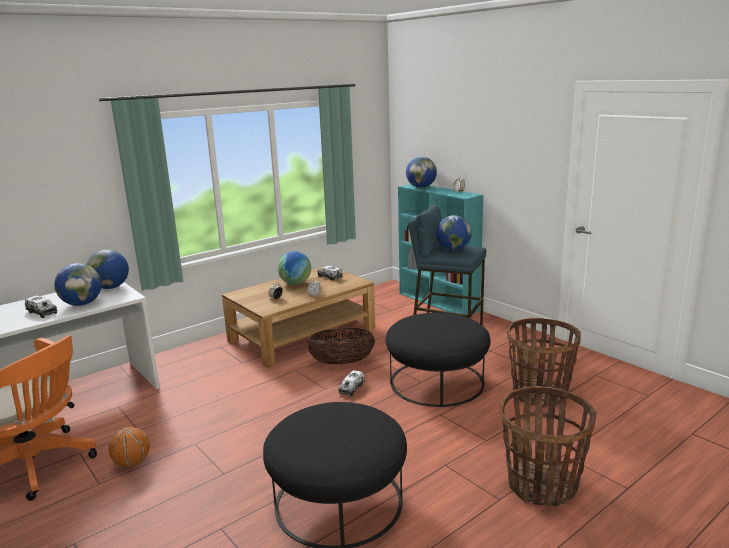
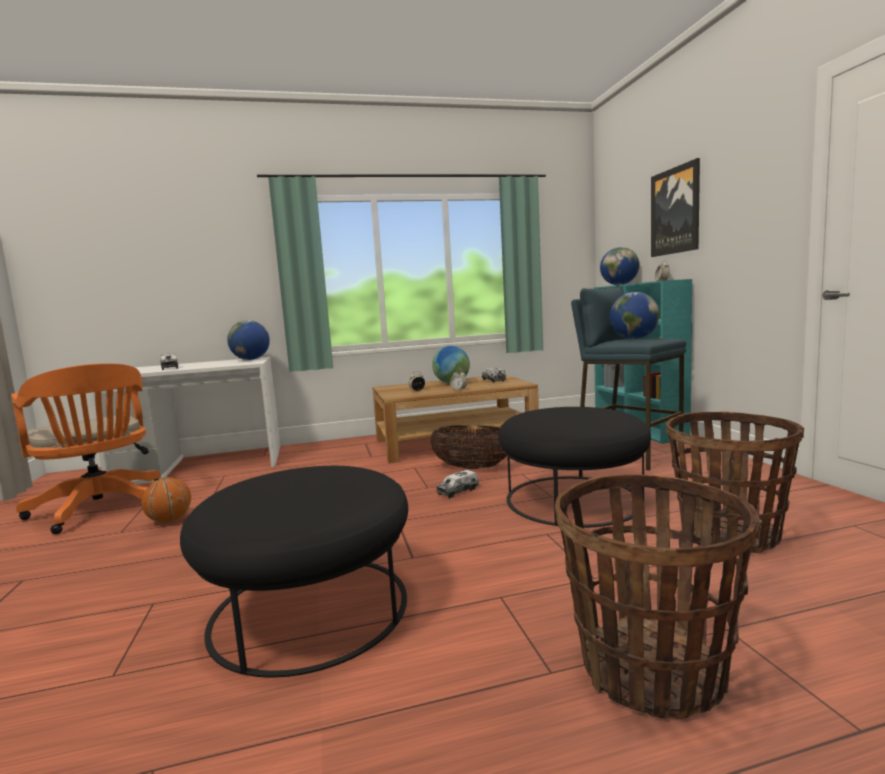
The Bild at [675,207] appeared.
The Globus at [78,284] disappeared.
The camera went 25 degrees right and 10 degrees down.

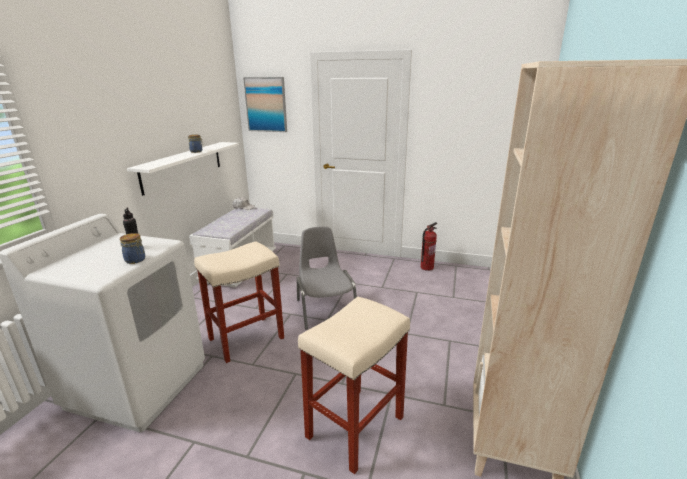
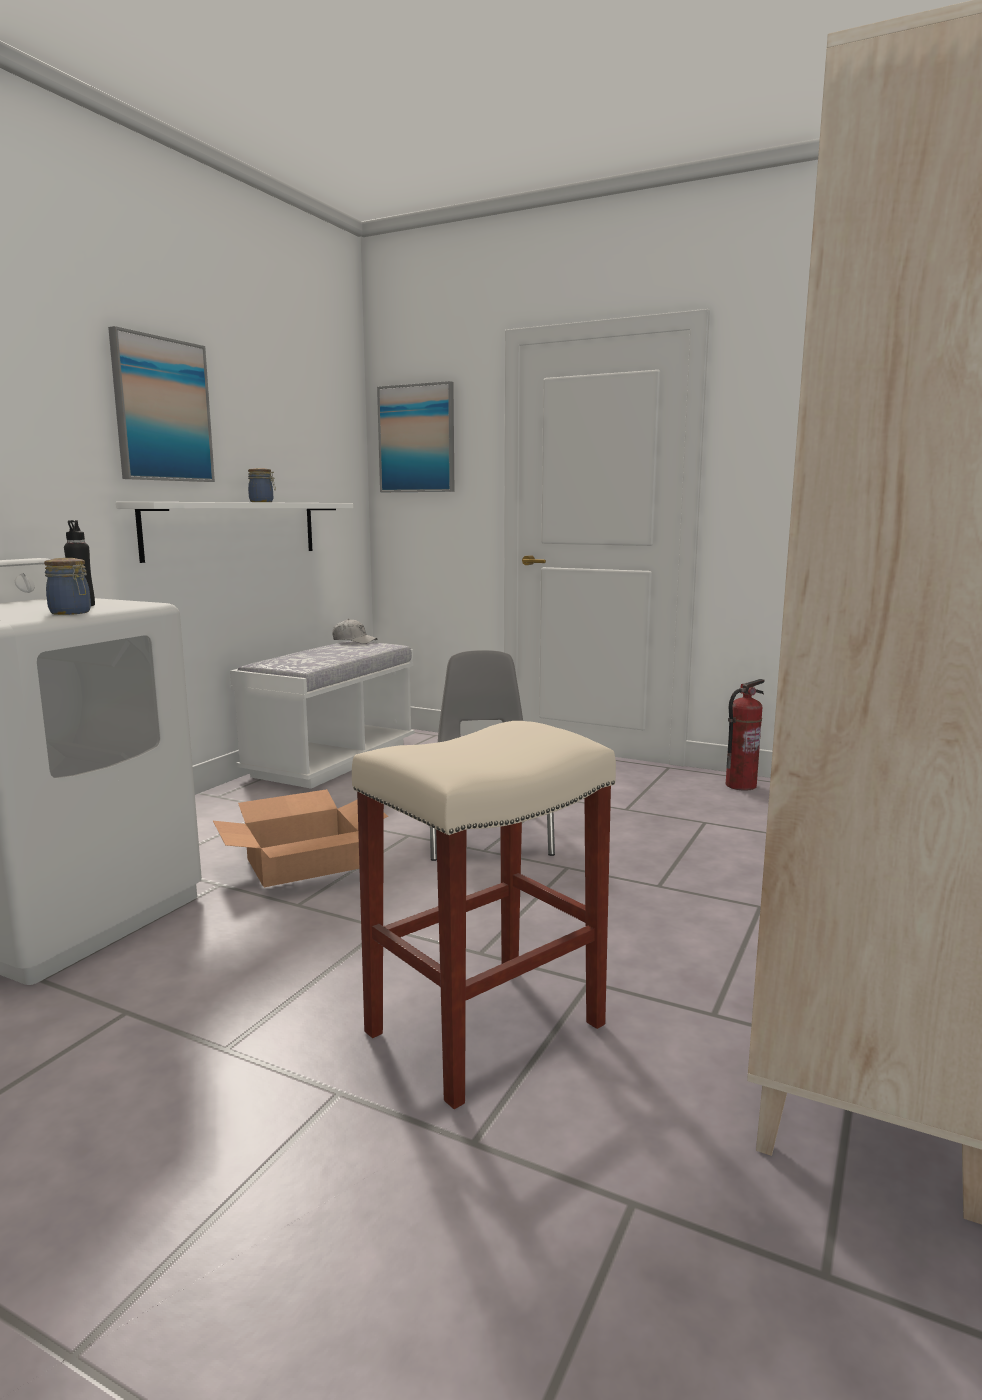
The Bild at [161,404] appeared.
The Hocker (beige) at [239,302] was replaced by the Karton at [300,838].
The camera went 10 degrees right and 10 degrees down.

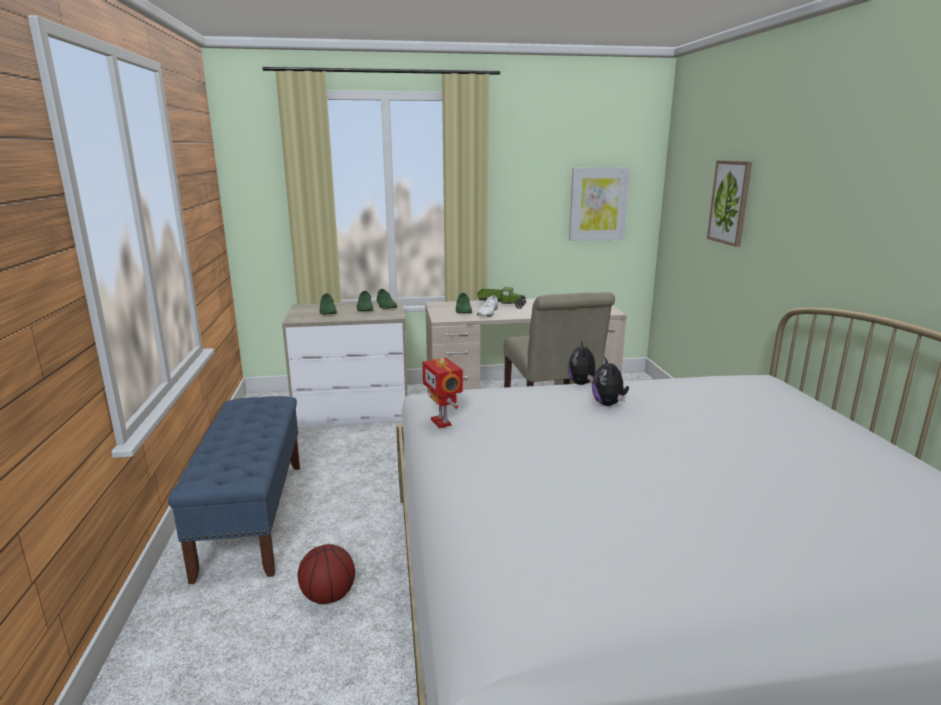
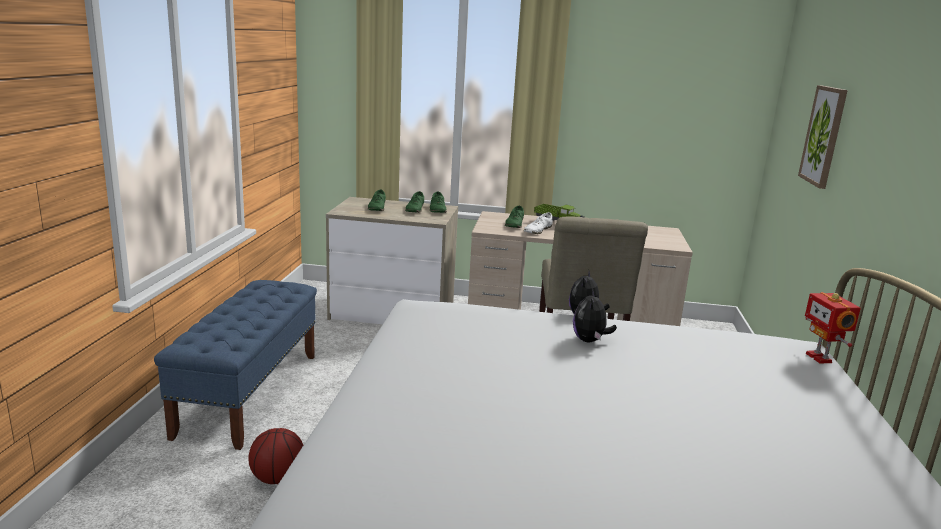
The Spielzeugroboter moved from [442,393] to [833,328].
The Bild at [599,204] disappeared.
The camera went 15 degrees right and 0 degrees up.

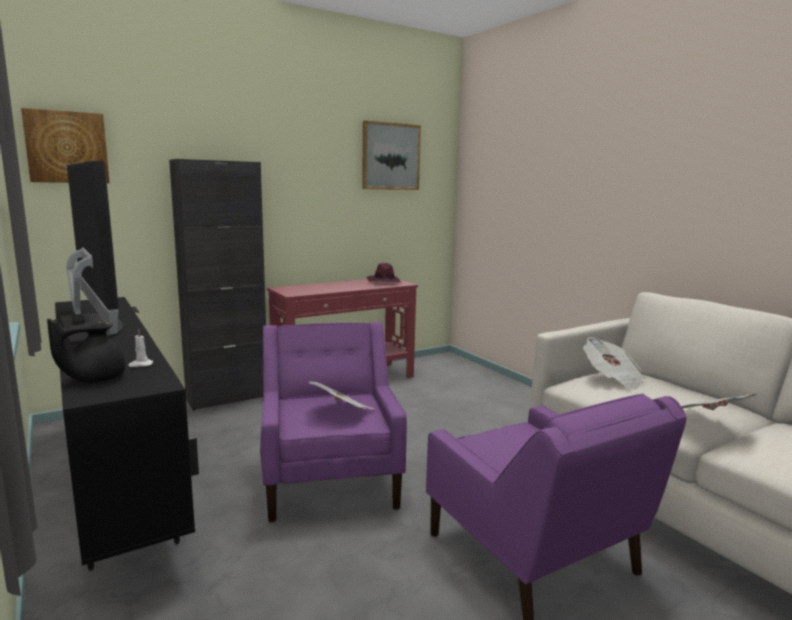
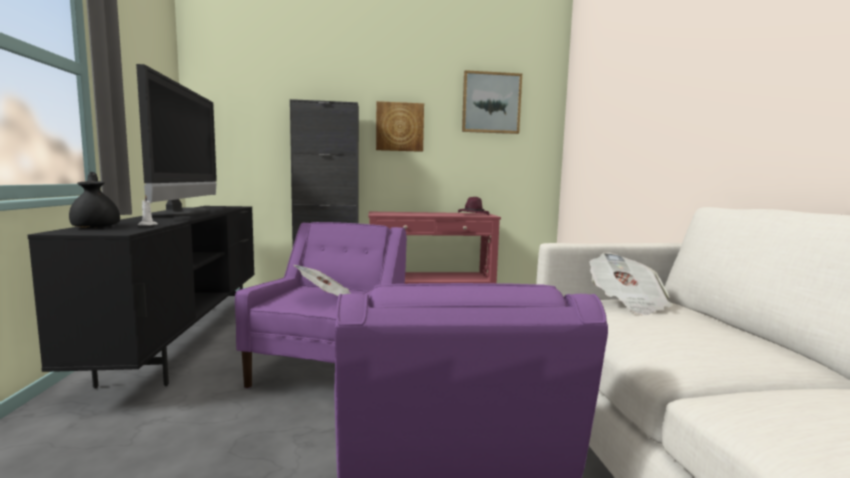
The Teekanne (schwarz) at [86,351] turned 75 degrees clockwise.
The Bild moved from [65,145] to [400,126].
The Zeitung at [718,402] disappeared.
The camera went 25 degrees right and 5 degrees down.

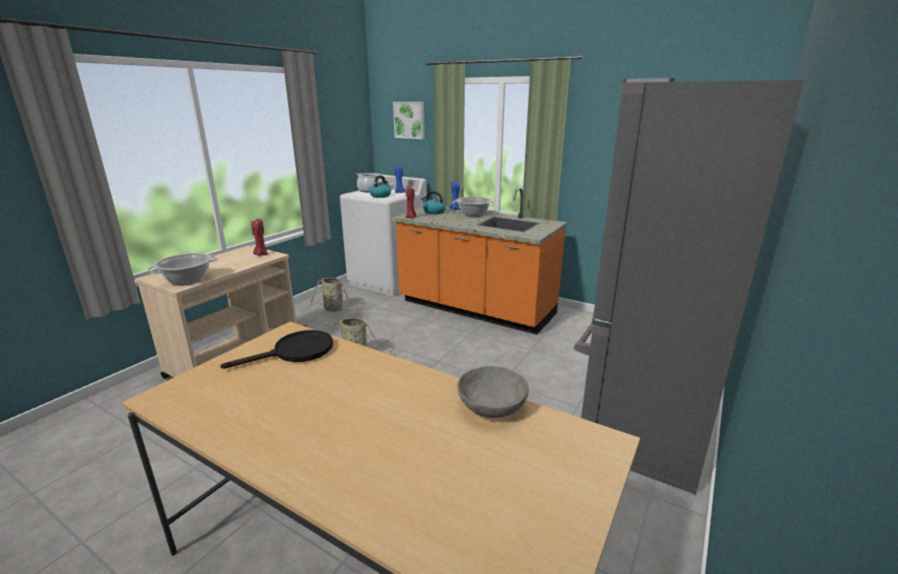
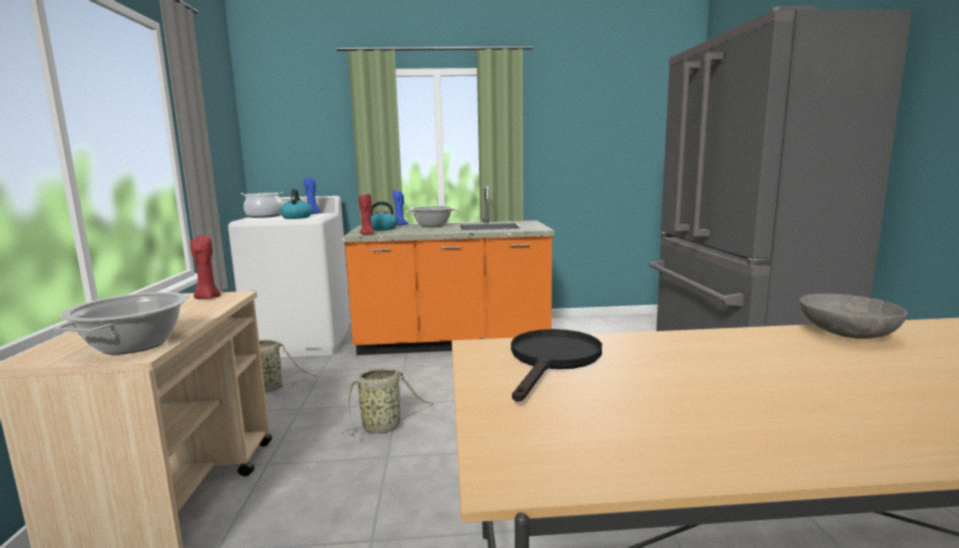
The Bild at [409,120] disappeared.
The camera went 35 degrees left and 10 degrees down.

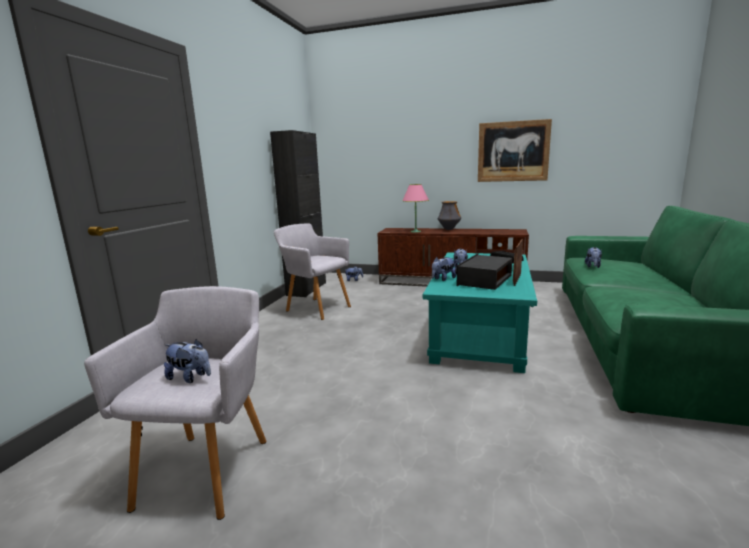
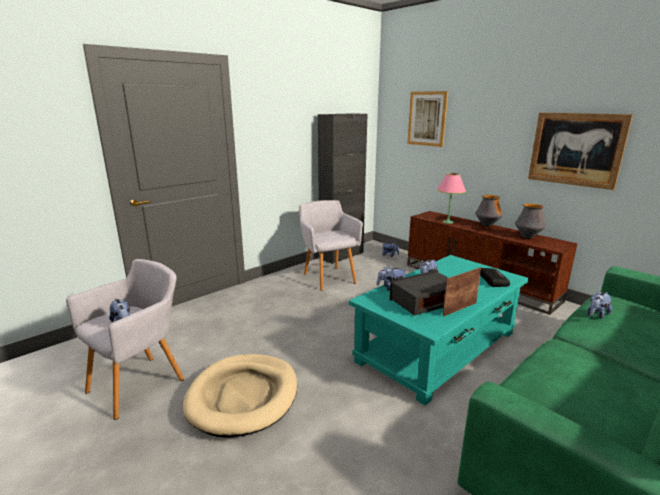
The Hundebett (beige) at [240,396] appeared.
The Bild at [427,119] appeared.
The Vase at [530,220] appeared.
The camera went 30 degrees right and 5 degrees up.

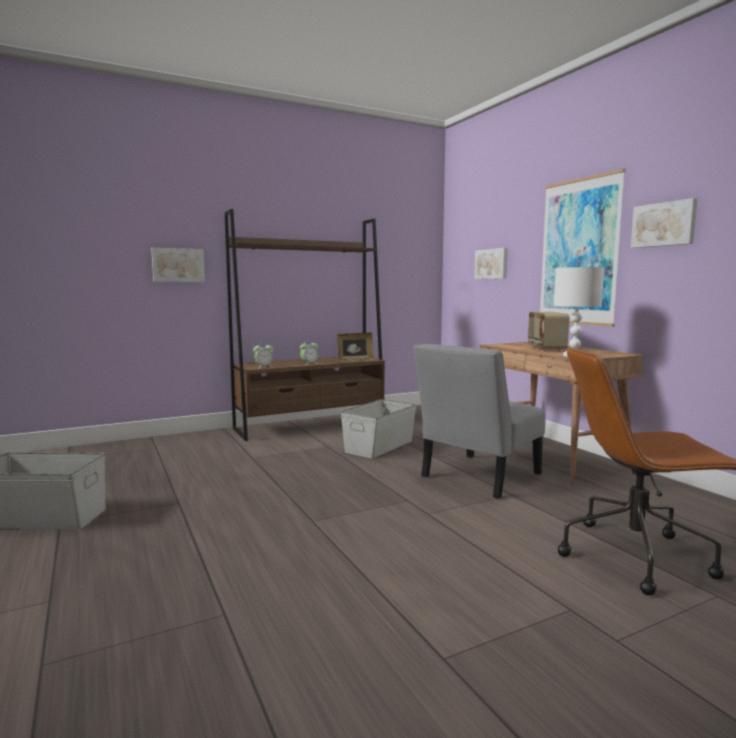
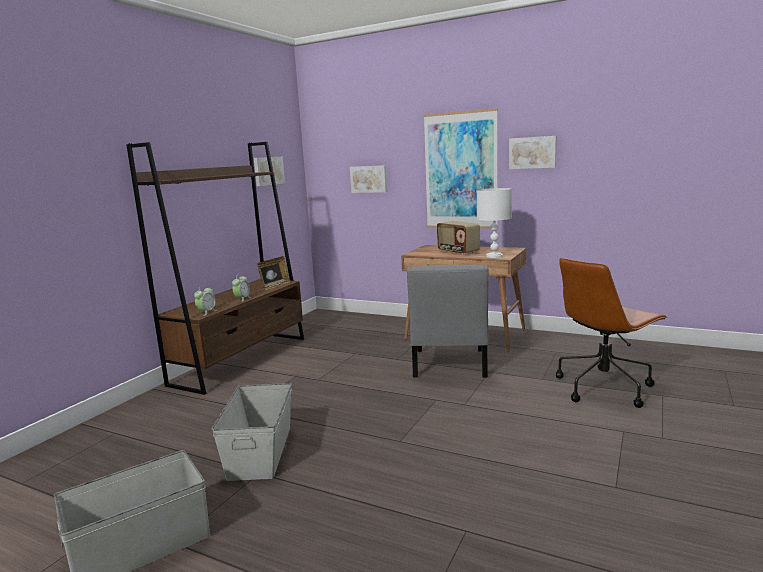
The Aufbewahrungsbox (grau) moved from [378,429] to [252,432].
The Bild moved from [178,265] to [269,171].
The camera went 35 degrees left and 5 degrees up.

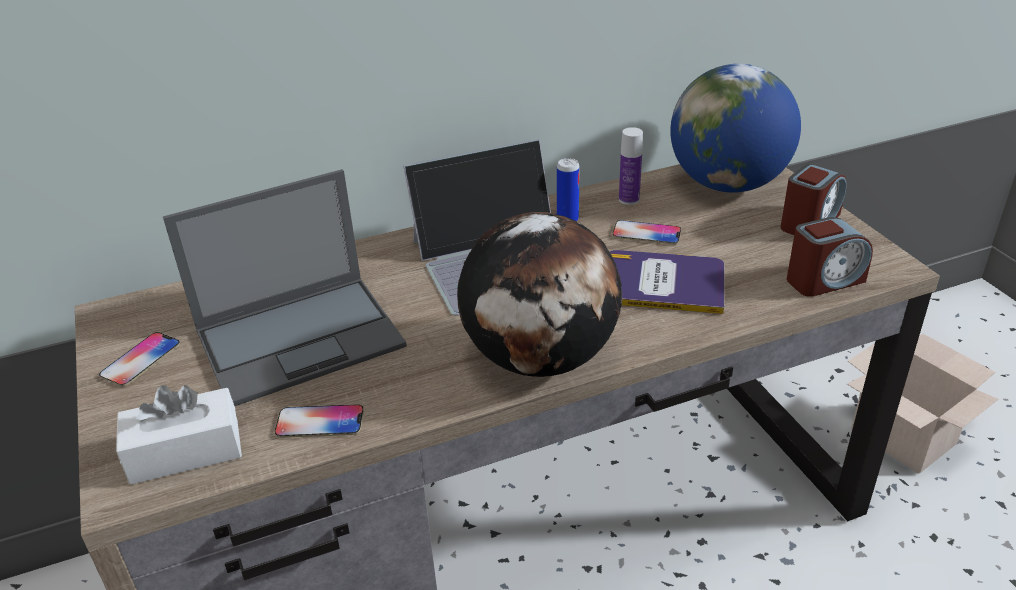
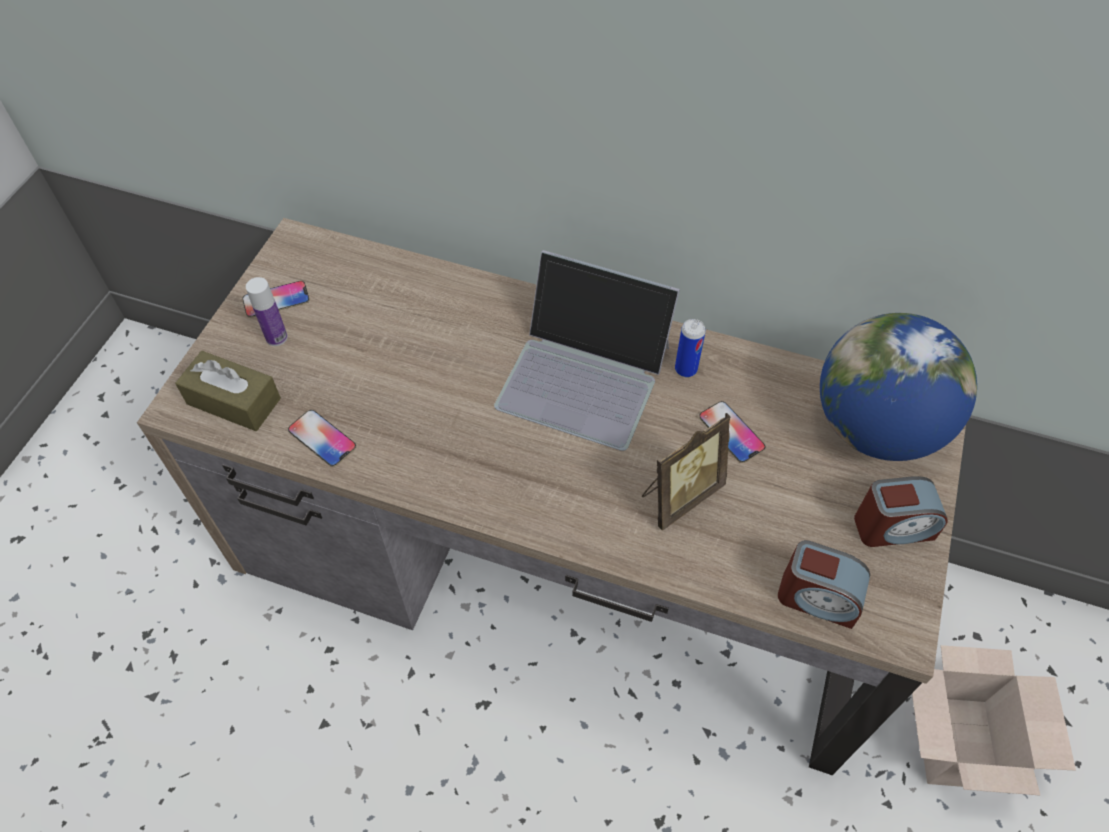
The Taschentuchbox (weiß) at [179,435] became the Taschentuchbox (braun) at [228,391].
The Flasche moved from [631,166] to [267,311].
The Buch at [667,282] was replaced by the Bilderrahmen at [686,472].
The Laptop at [285,287] disappeared.
The Globus at [539,294] disappeared.
The camera went 40 degrees right and 20 degrees up.

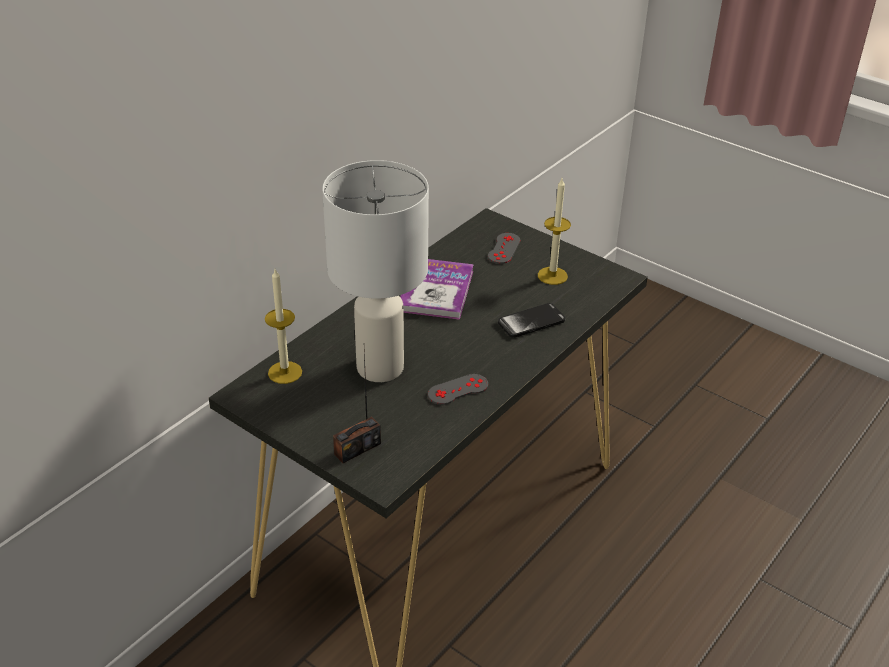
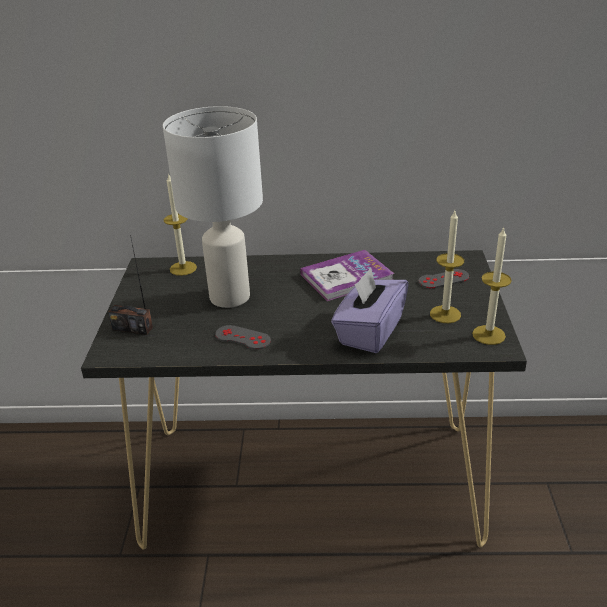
The Handy at [531,320] was replaced by the Taschentuchbox (lila) at [370,310].
The Kerze at [492,286] appeared.
The camera went 55 degrees right and 5 degrees down.

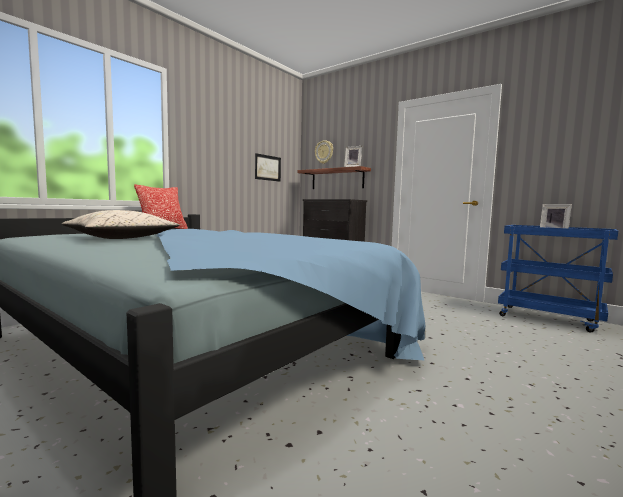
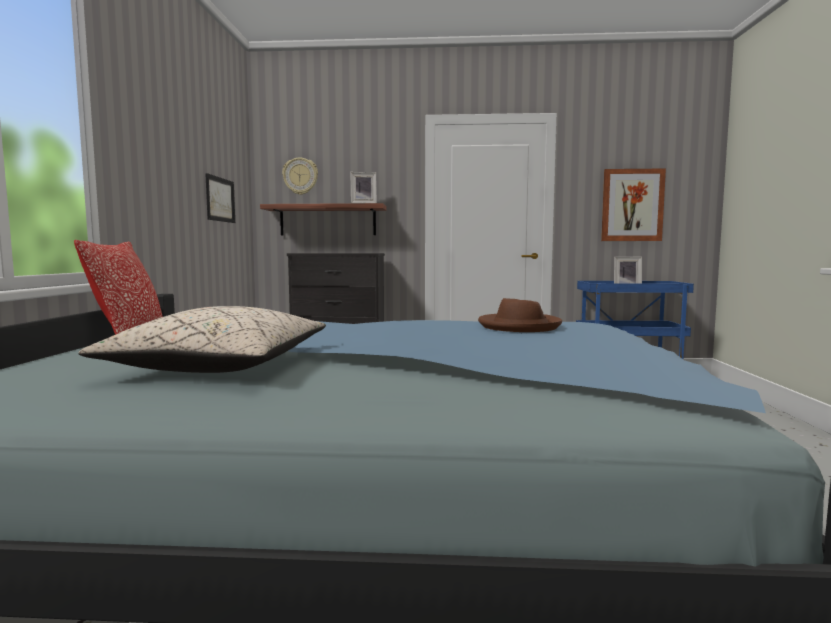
The Hut (braun) at [520,315] appeared.
The Bild at [633,204] appeared.
The camera went 35 degrees left and 0 degrees up.

